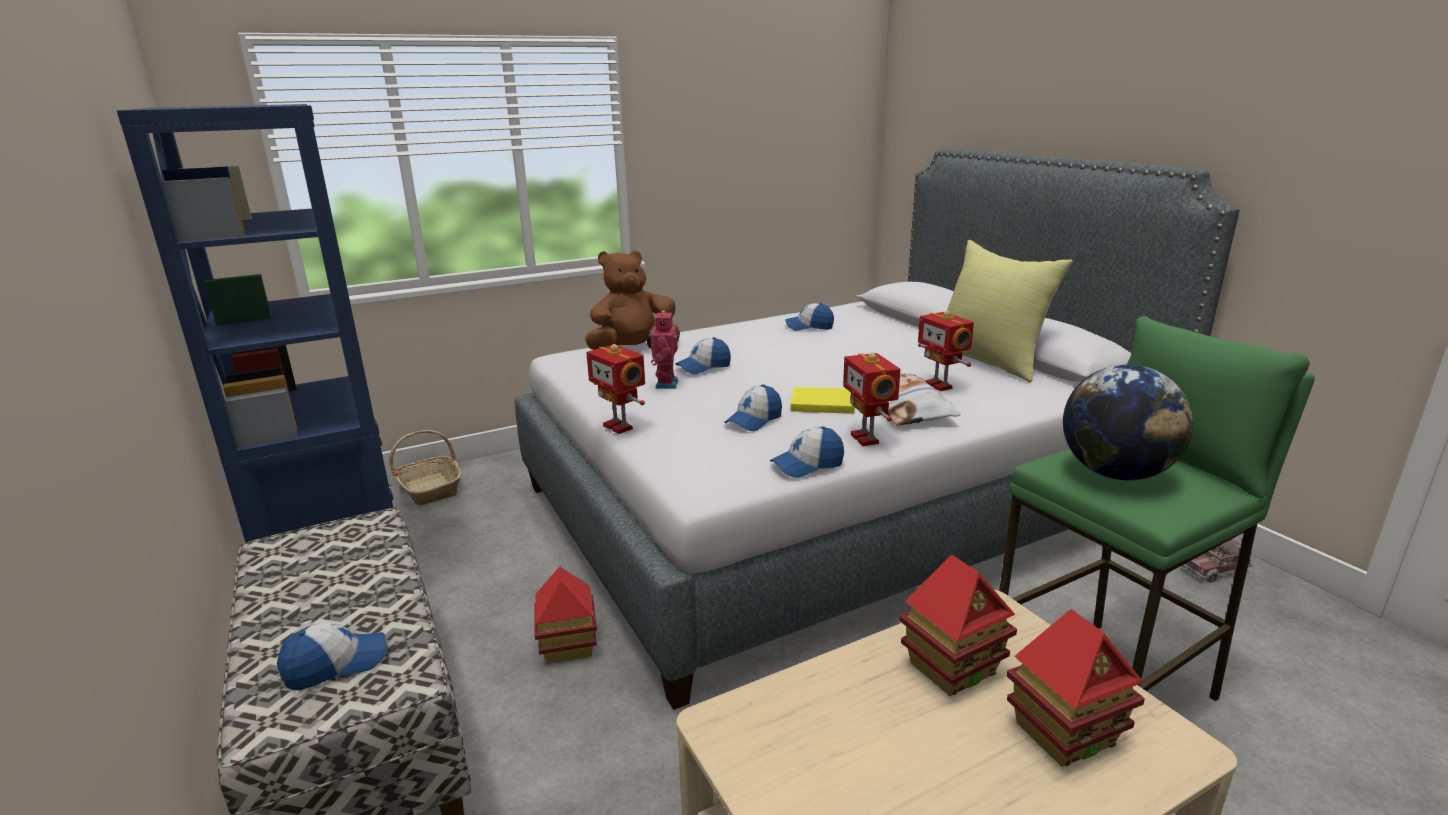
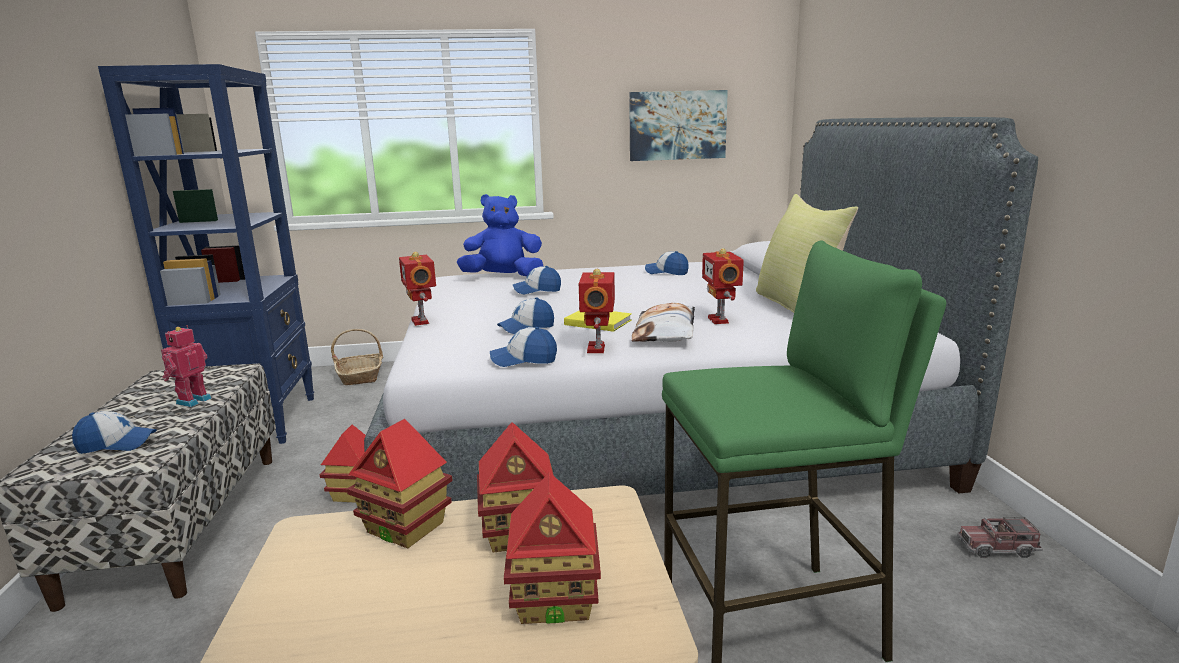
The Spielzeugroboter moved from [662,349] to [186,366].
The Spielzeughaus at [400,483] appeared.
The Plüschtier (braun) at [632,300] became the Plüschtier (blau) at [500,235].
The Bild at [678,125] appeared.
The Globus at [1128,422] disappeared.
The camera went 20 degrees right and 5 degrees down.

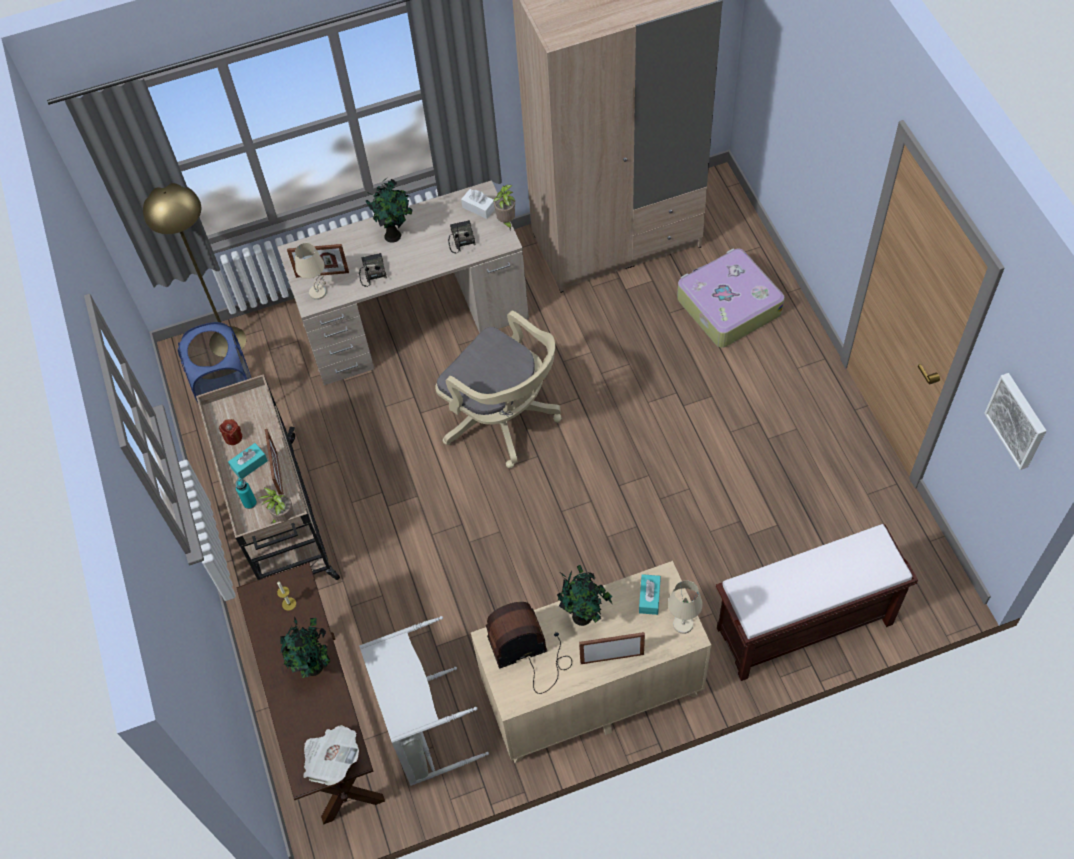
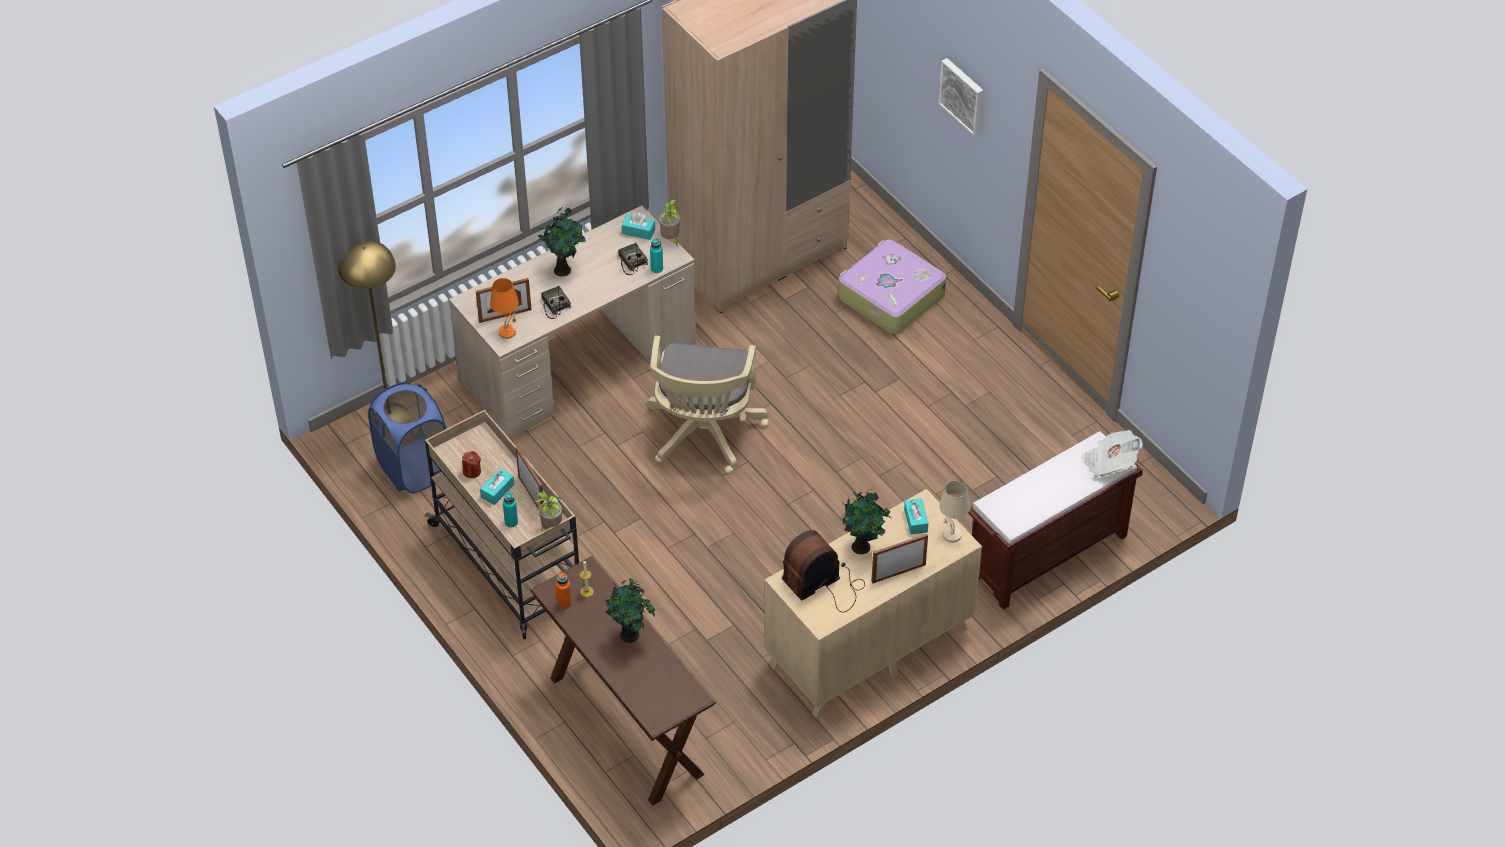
The Tischlampe (beige) at [311,271] became the Tischlampe (orange) at [504,308].
The Flasche (orange) at [563,590] appeared.
The Taschentuchbox (weiß) at [478,204] became the Taschentuchbox (türkis) at [638,226].
The Bürostuhl (beige) at [498,389] turned 75 degrees clockwise.
The Flasche (türkis) at [656,255] appeared.
The Bild moved from [1015,421] to [961,97].
The Zeitung moved from [331,755] to [1112,454].
The Wäschekorb (grau) at [424,701] disappeared.
The camera went 20 degrees left and 10 degrees down.

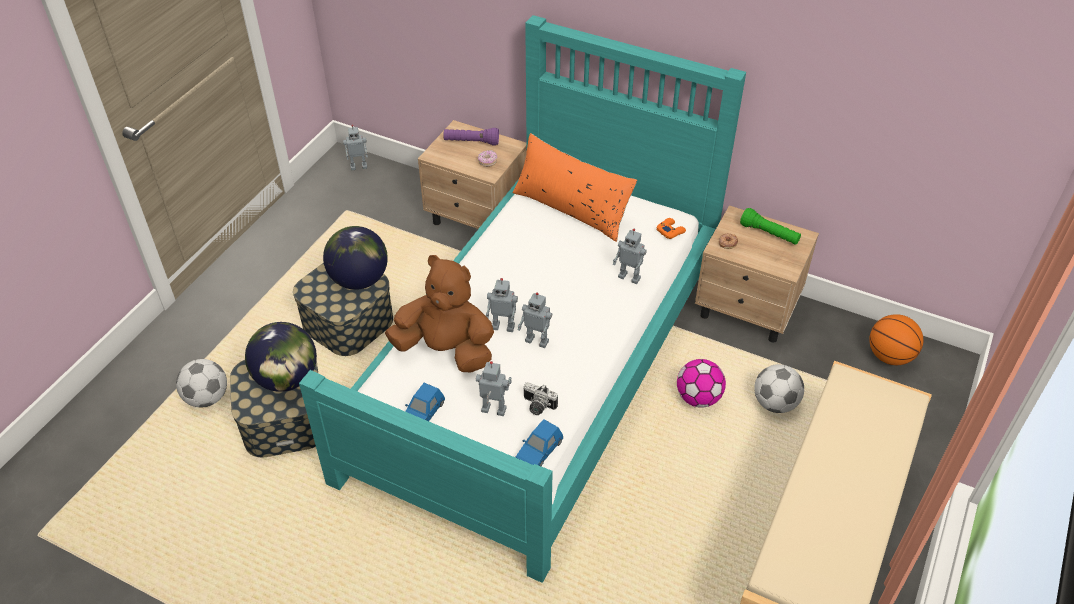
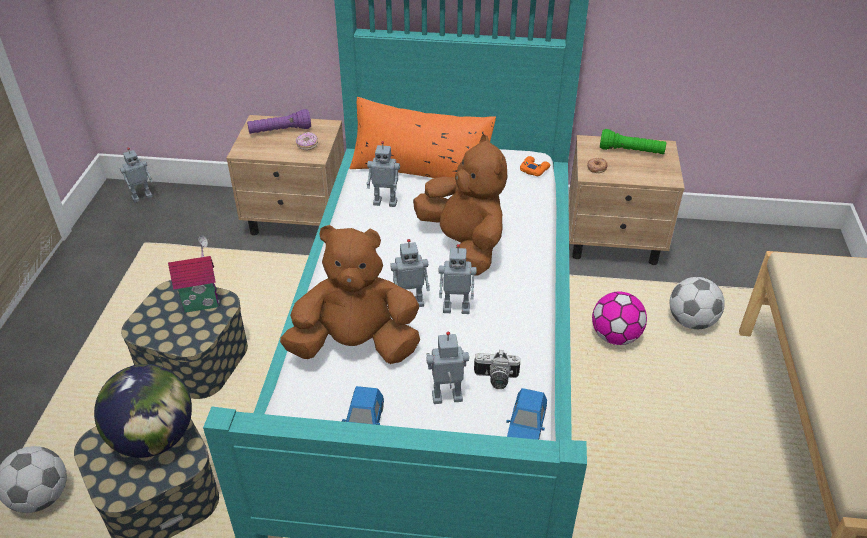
The Globus at [355,258] was replaced by the Spielzeughaus at [194,274].
The Spielzeugroboter moved from [630,256] to [383,174].
The Plüschtier (braun) at [460,205] appeared.
The Basketball at [896,339] disappeared.
The camera went 20 degrees left and 5 degrees down.

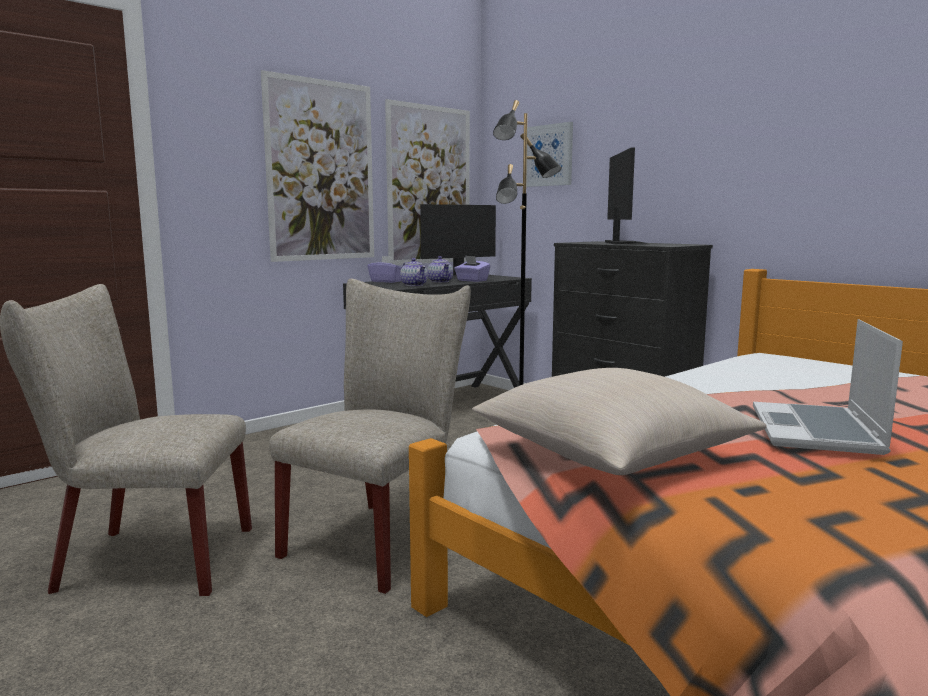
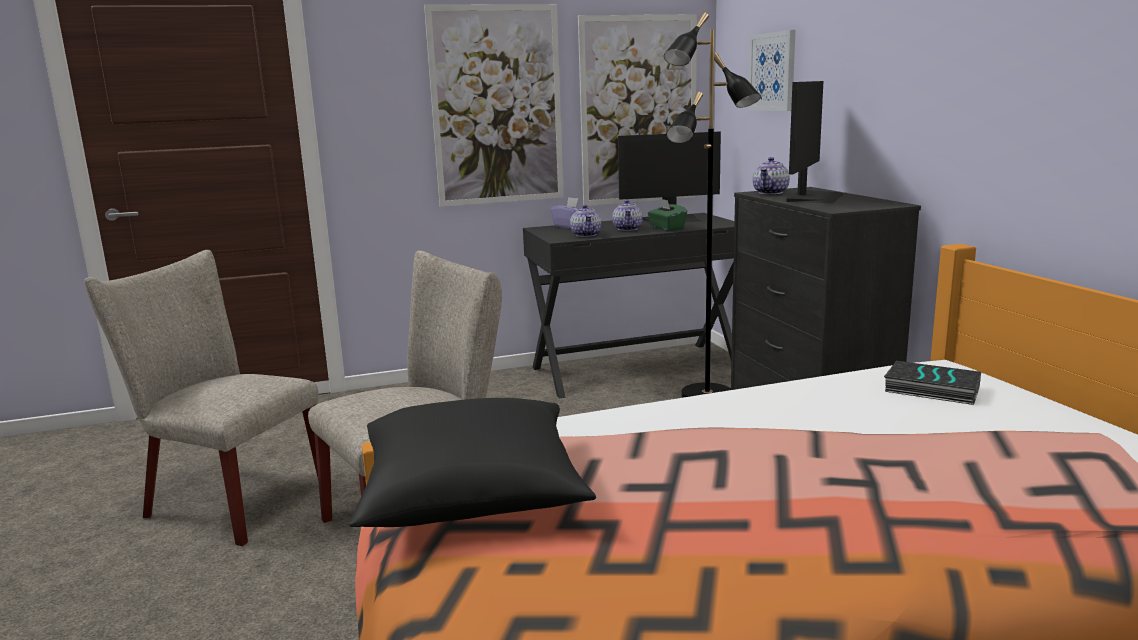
The Kissen (beige) at [619,421] became the Kissen (schwarz) at [472,462].
The Taschentuchbox (lila) at [472,269] became the Taschentuchbox (grün) at [667,215].
The Teekanne at [771,175] appeared.
The Buch at [932,383] appeared.
The Laptop at [828,387] disappeared.
The camera went 25 degrees right and 5 degrees up.

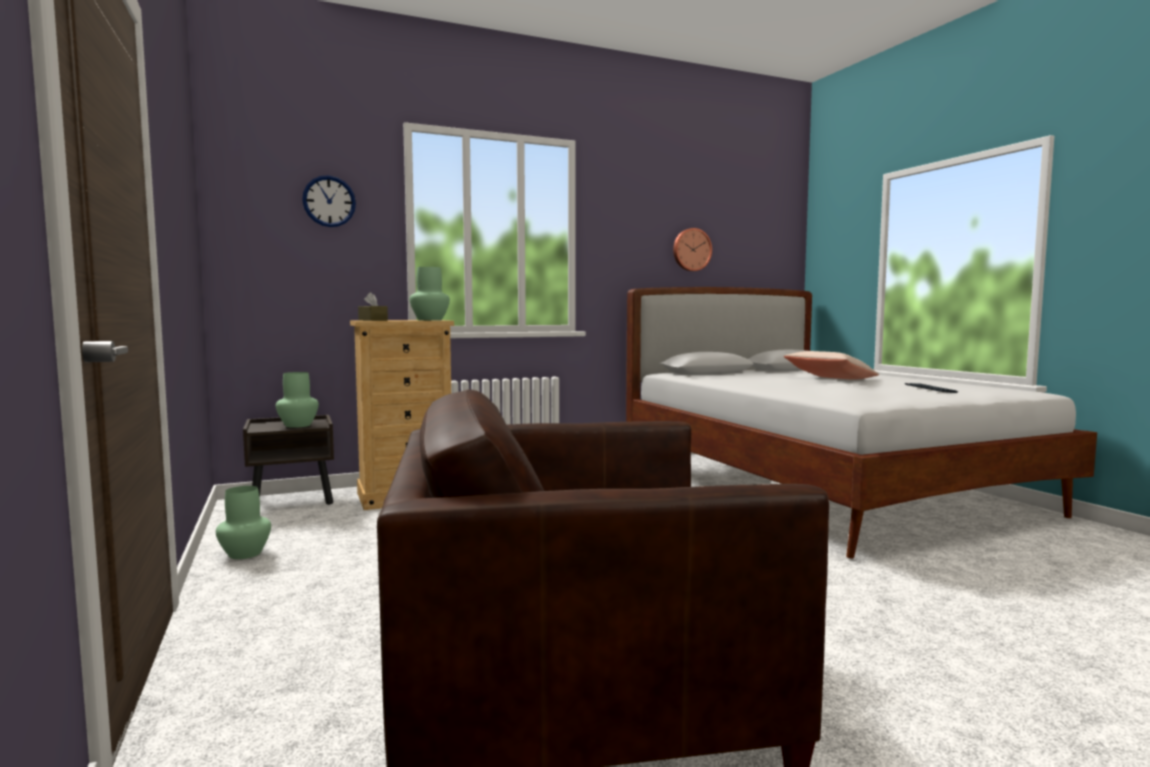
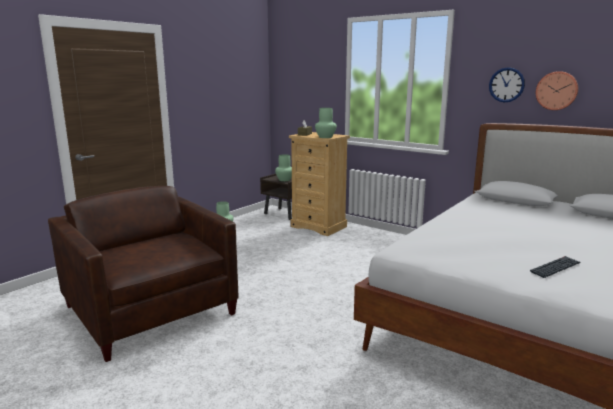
The Wanduhr moved from [329,201] to [507,84].
The Kissen (beige) at [831,365] disappeared.
The camera went 60 degrees right and 10 degrees up.

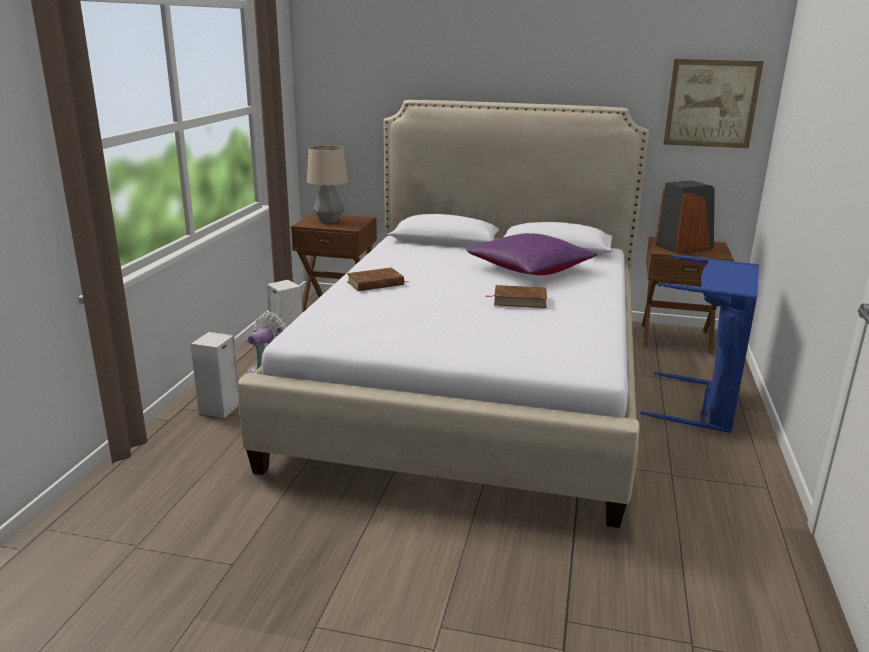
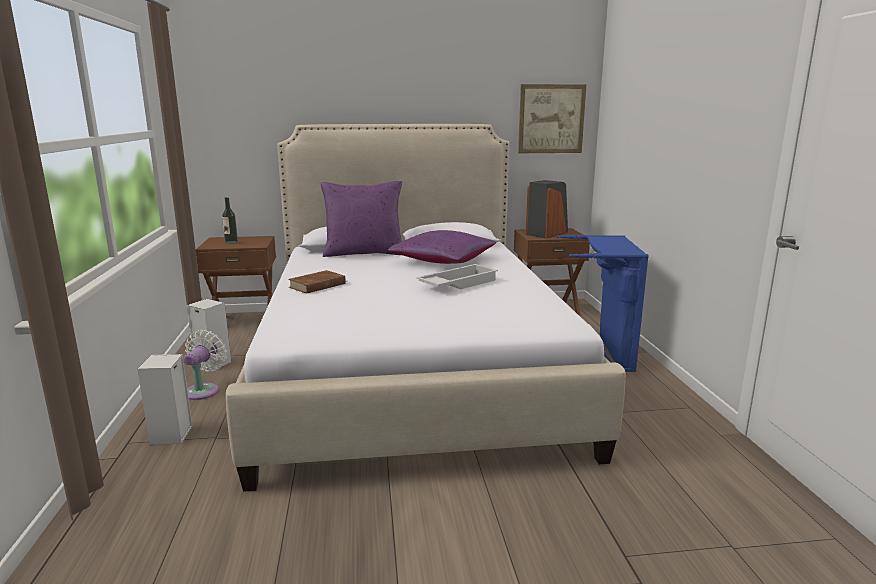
The Tischlampe at [327,184] was replaced by the Flasche at [230,220].
The Kissen (lila) at [361,219] appeared.
The Buch (braun) at [516,296] was replaced by the Tablett (weiß) at [457,276].
The camera went 20 degrees left and 5 degrees down.

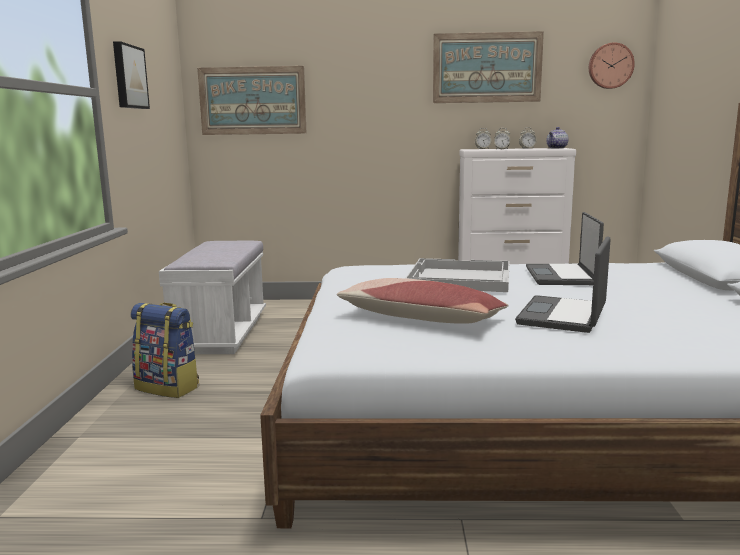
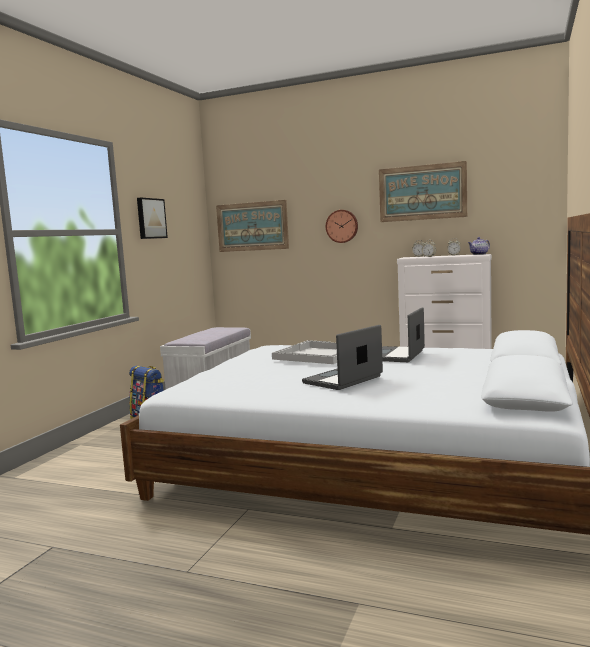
The Wanduhr moved from [612,65] to [342,226].
The Kissen at [423,301] disappeared.
The camera went 20 degrees right and 5 degrees down.

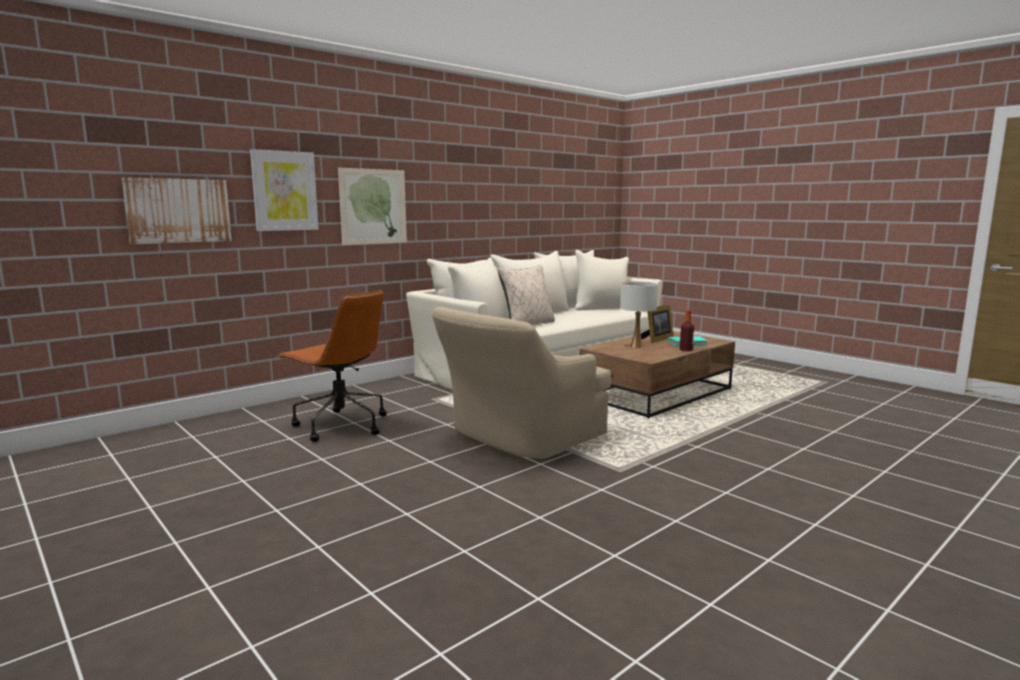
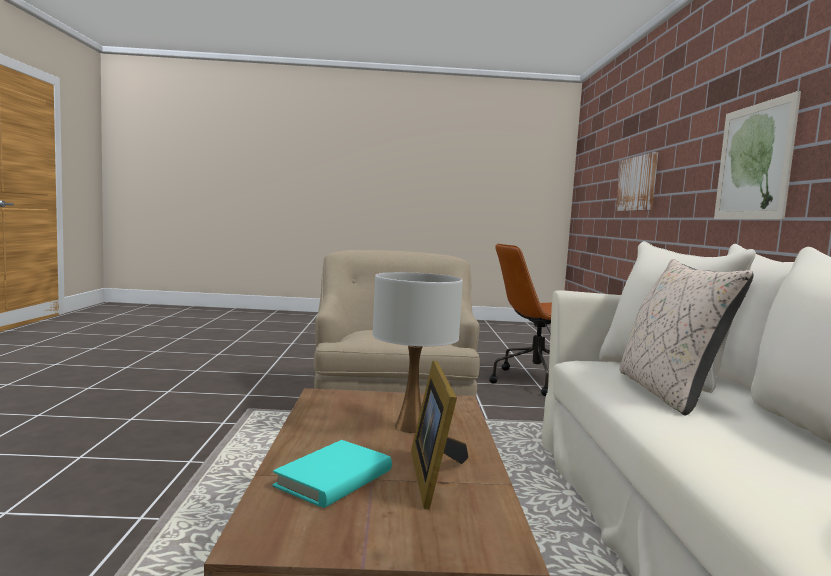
The Bild at [284,190] disappeared.
The Flasche at [687,330] disappeared.
The camera went 130 degrees right and 5 degrees down.

